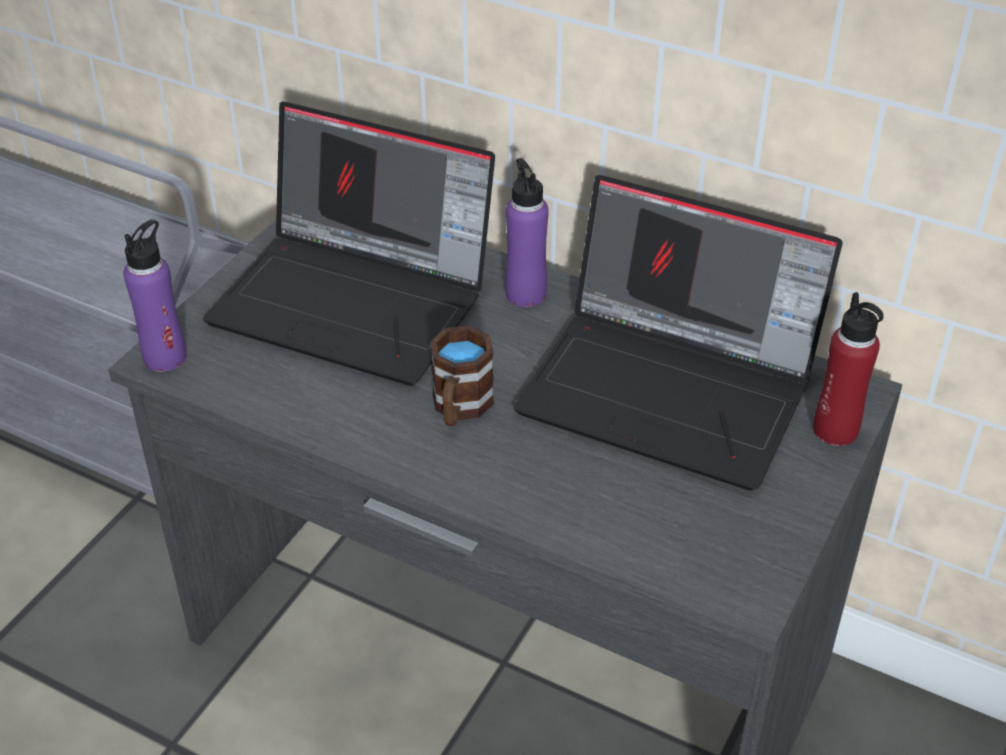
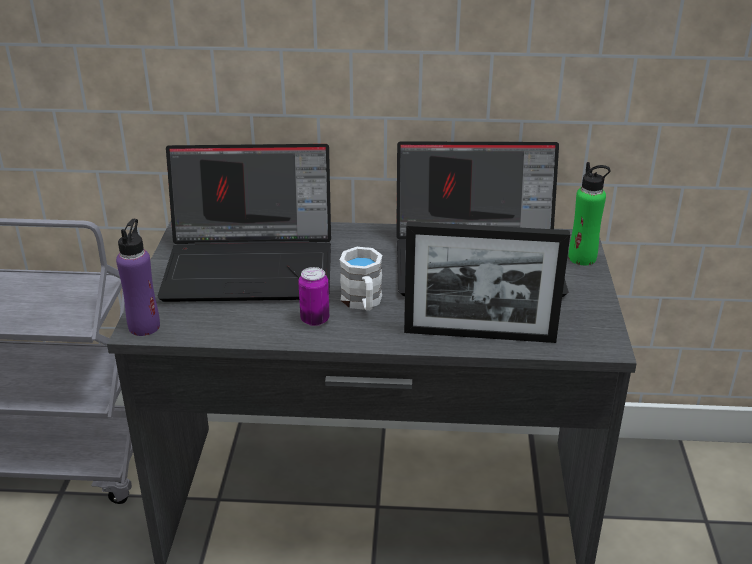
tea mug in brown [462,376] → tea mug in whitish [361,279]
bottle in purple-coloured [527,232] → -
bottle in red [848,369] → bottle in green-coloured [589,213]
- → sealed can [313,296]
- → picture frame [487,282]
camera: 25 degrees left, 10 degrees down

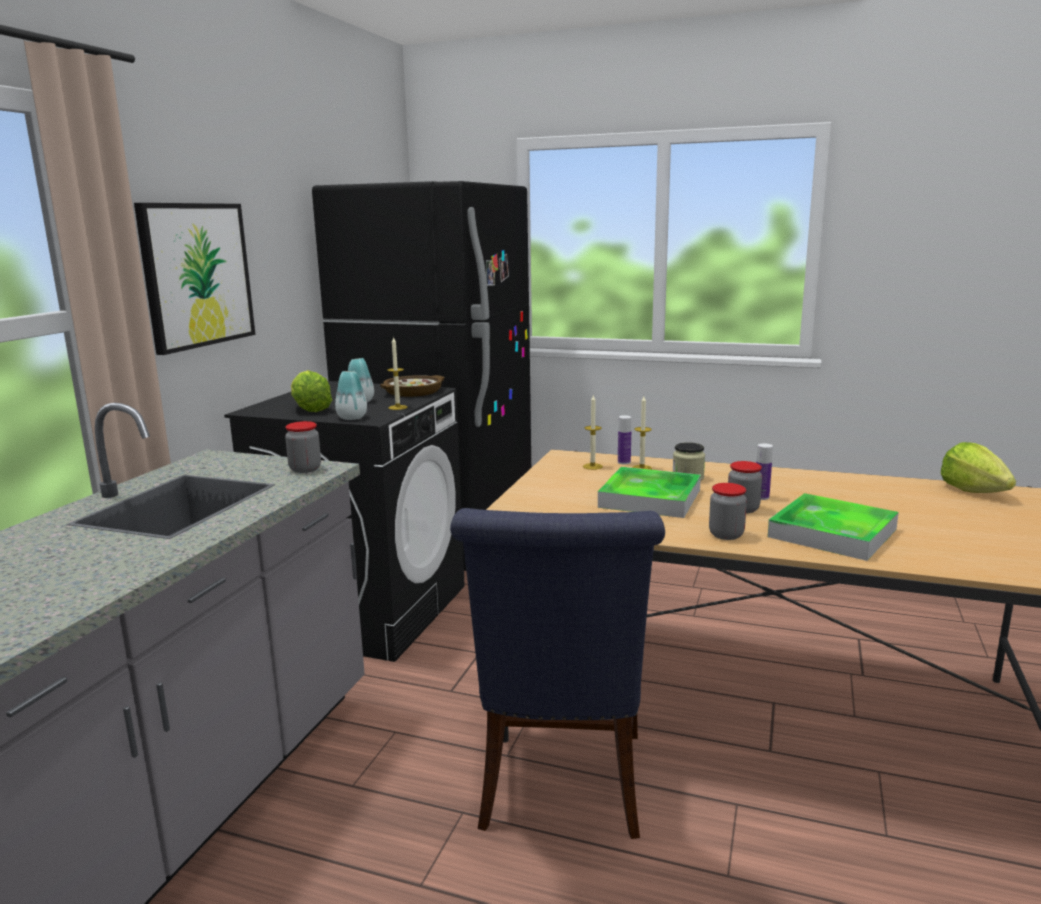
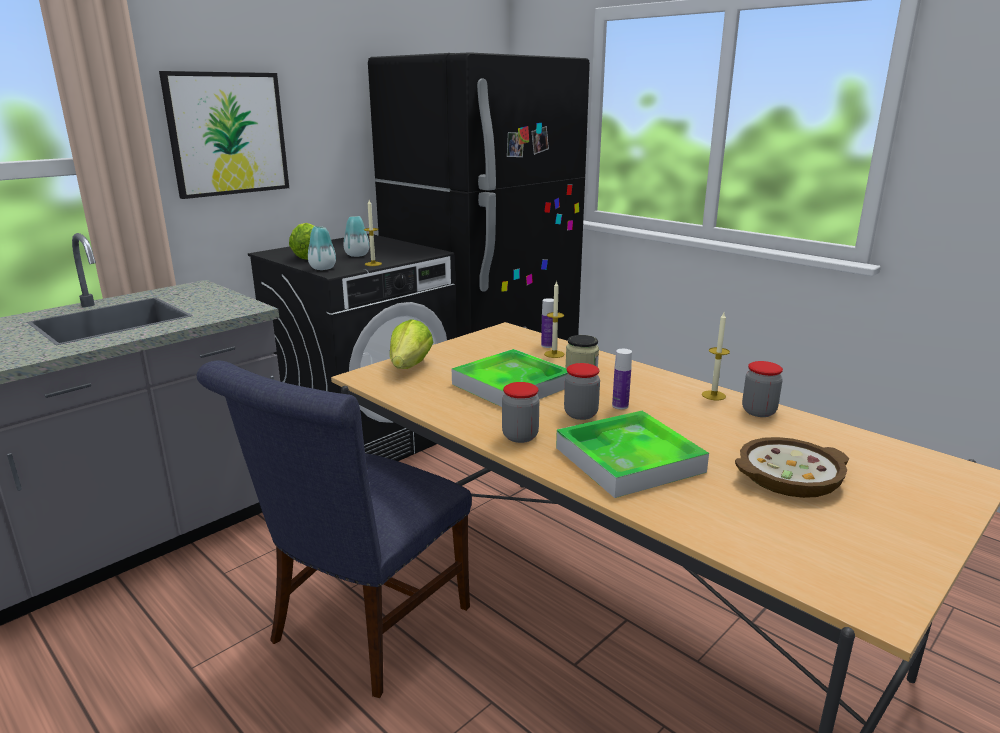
storage jar [303,447] → storage jar [762,389], shifted
deep dish [412,386] → deep dish [792,467], shifted
candle [593,432] → candle [716,356], shifted
lettuce [978,467] → lettuce [412,344], shifted
camera: 25 degrees right, 5 degrees up

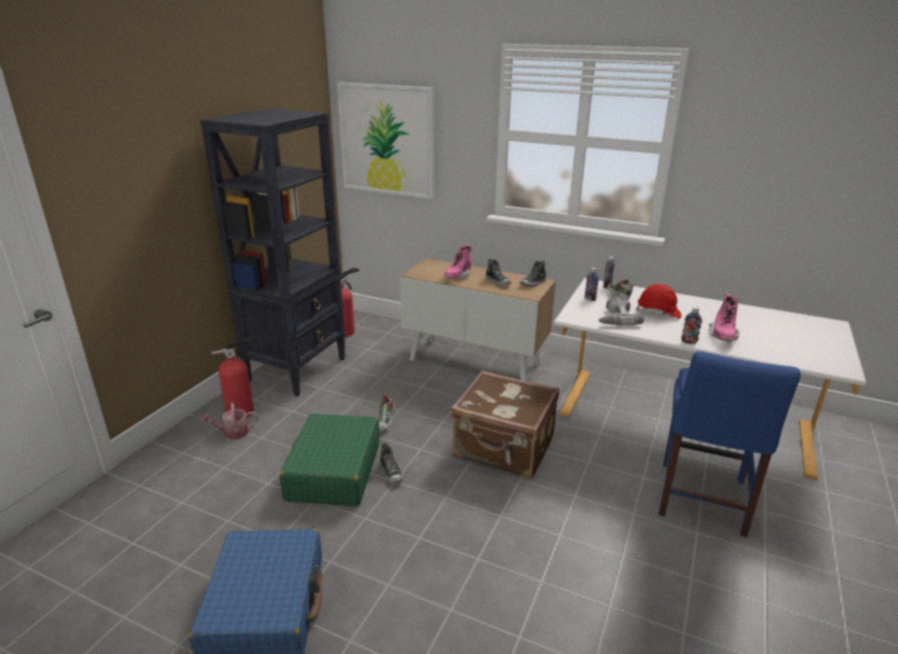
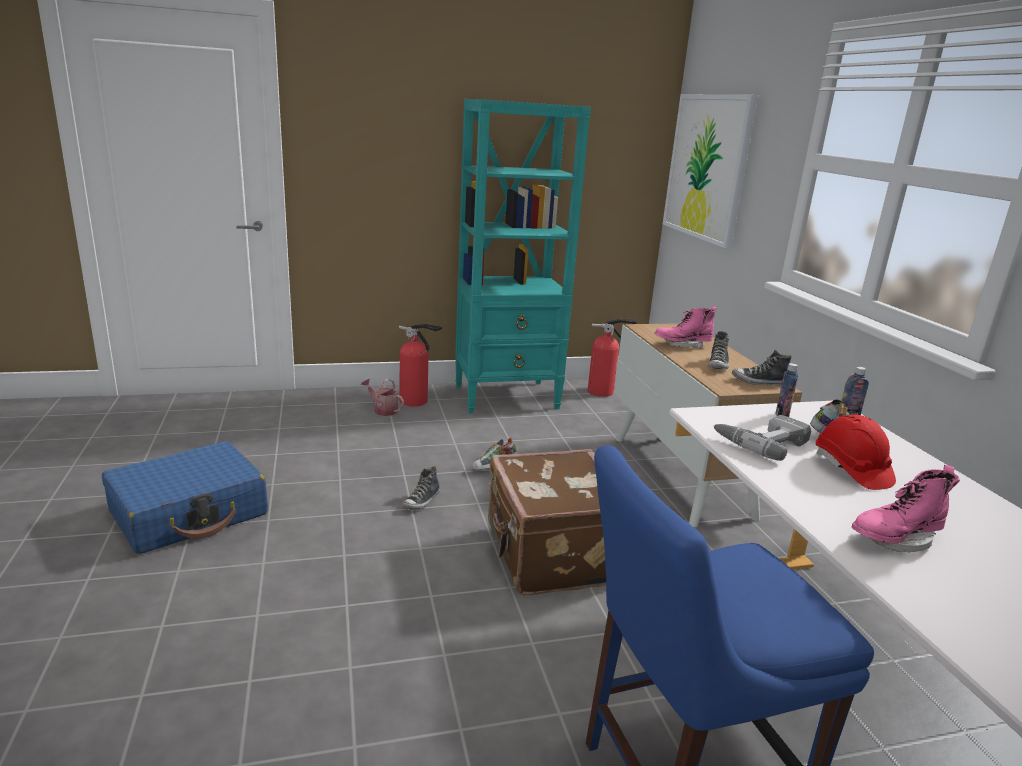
bookshelf in black [273,253] → bookshelf in turquoise-coloured [523,256]
travel case in green-coloured [330,460] → -
bottle [691,325] → -
camera: 50 degrees right, 5 degrees down

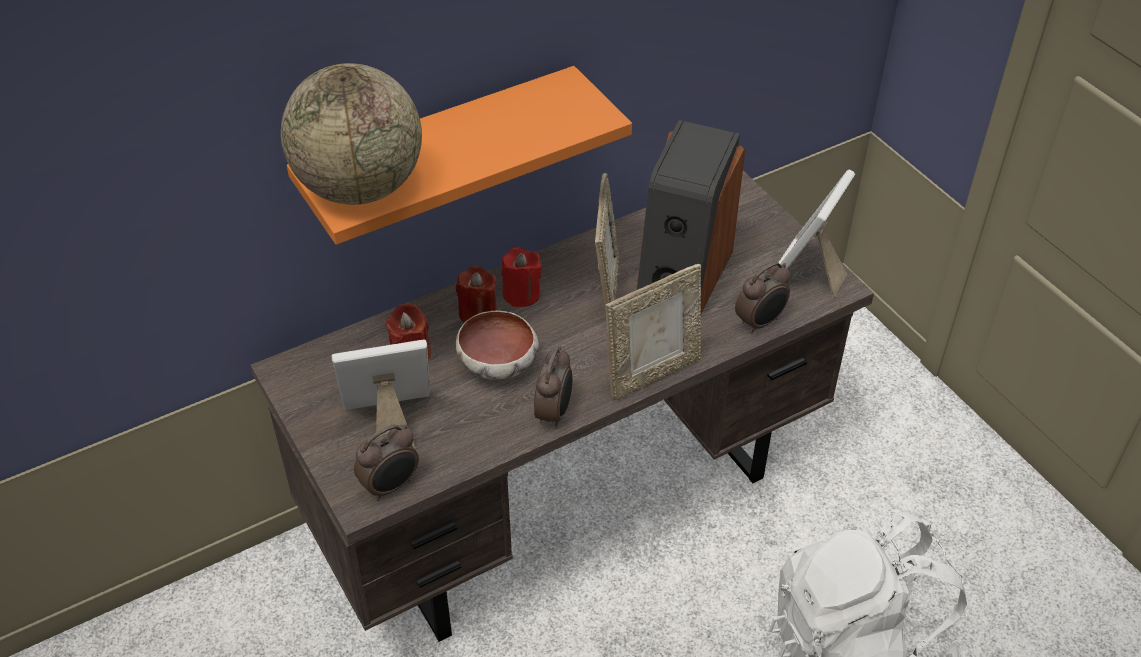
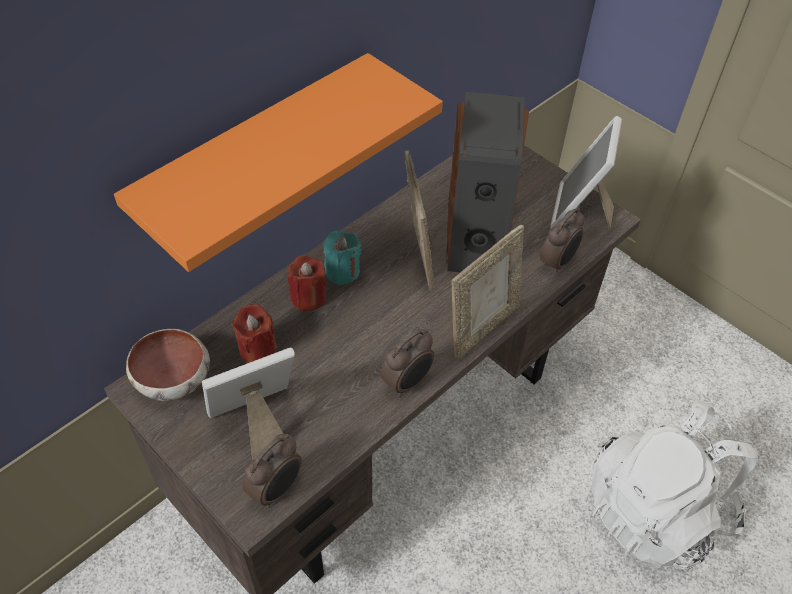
world globe [351,134] → -
deep dish [497,345] → deep dish [168,365], shifted
candle in red [521,277] → candle in turquoise-coloured [342,258]
alarm clock [553,387] → alarm clock [407,363], 45 degrees clockwise
camera: 15 degrees left, 5 degrees up

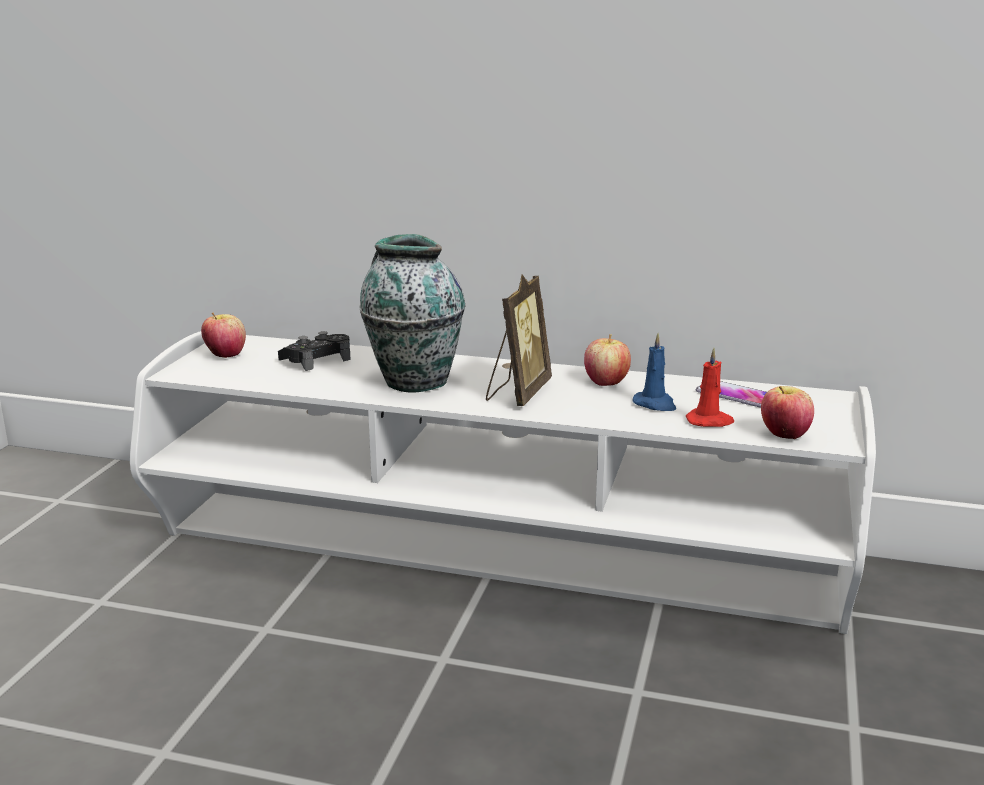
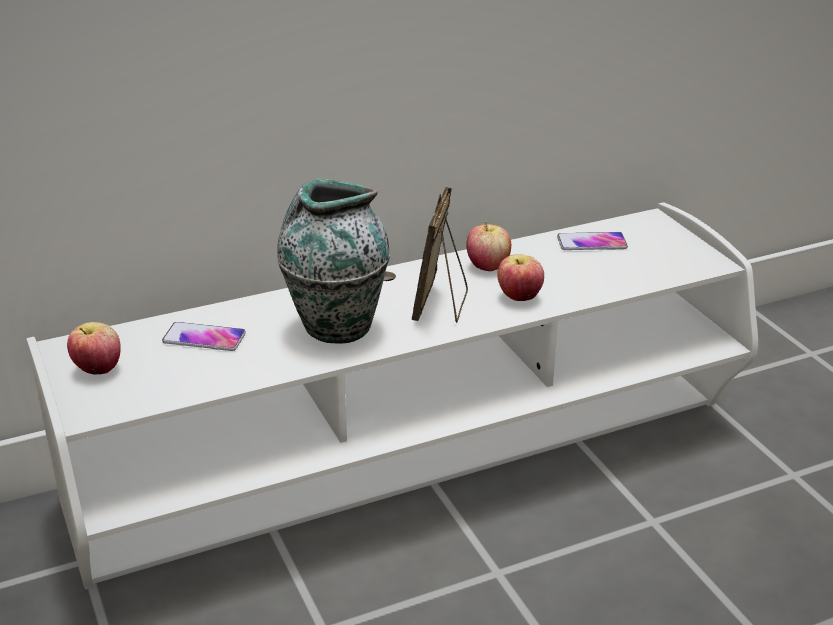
game controller in black [314,351] → handset [204,336]
picture frame [519,340] → picture frame [440,255], 150 degrees counterclockwise
candle in blue [654,372] → -
candle in red [710,387] → -
apple [787,412] → apple [520,277], shifted
camera: 40 degrees left, 10 degrees up

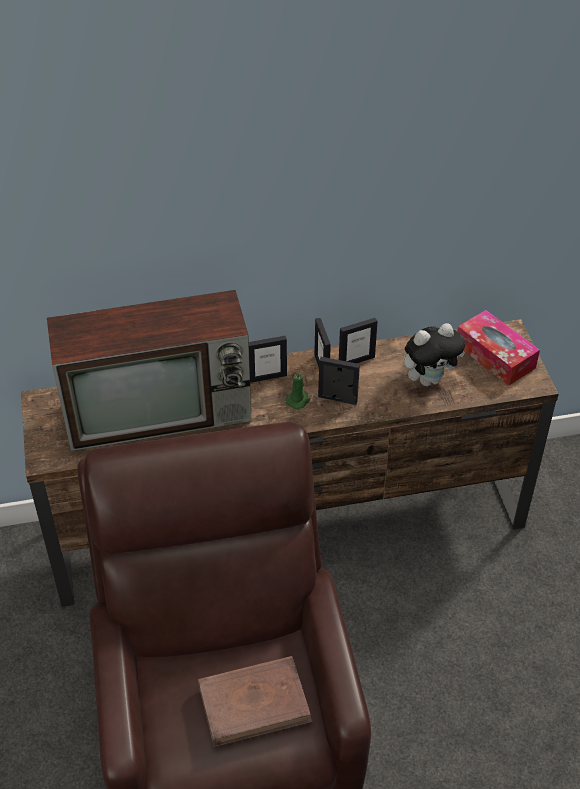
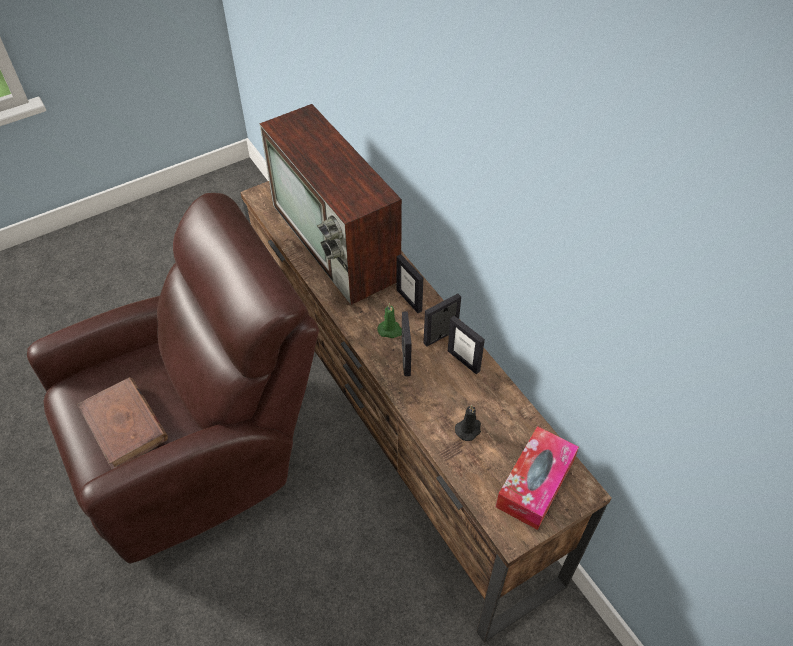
plush toy [435,354] → candle in black [468,423]
camera: 70 degrees right, 5 degrees up

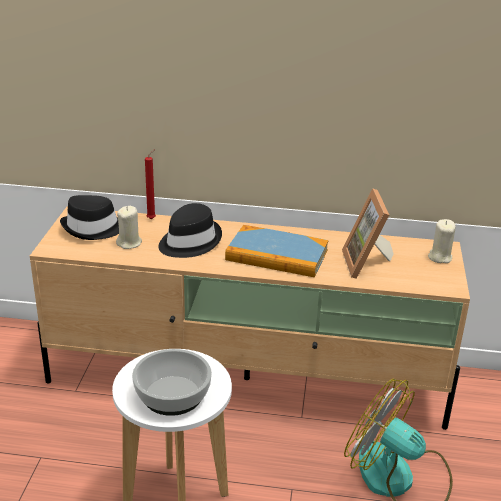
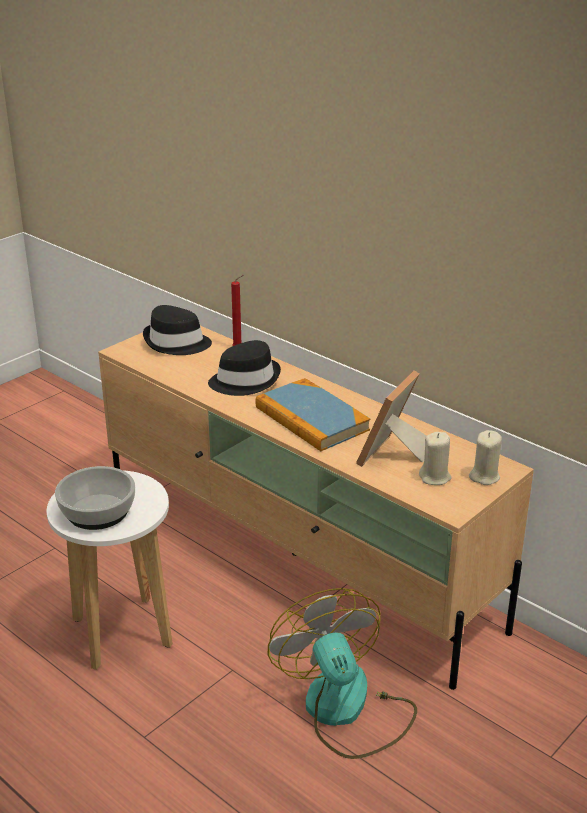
candle in beige-coloured [129,227] → candle in beige-coloured [435,458], shifted
camera: 35 degrees right, 0 degrees up

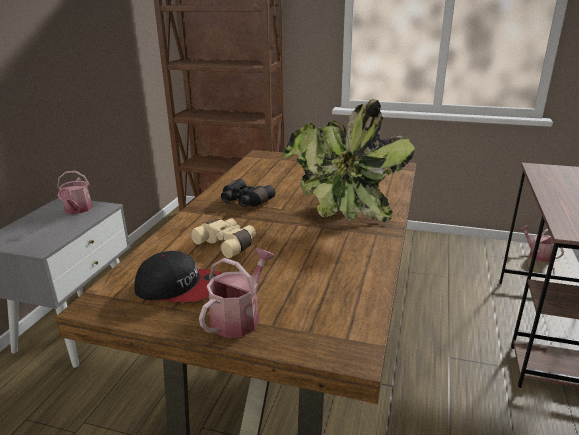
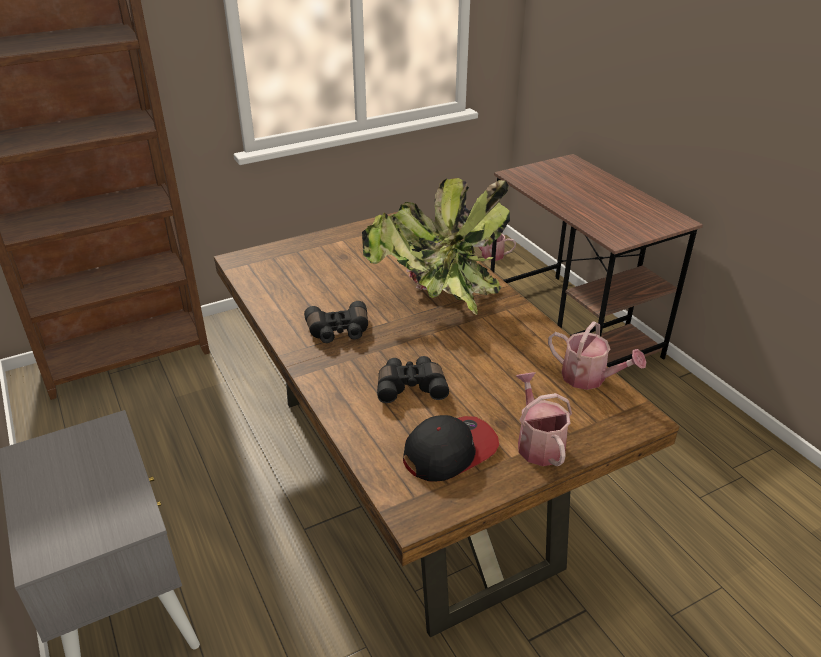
watering pot [75,192] → watering pot [597,355], shifted
pair of binoculars in beige-coloured [223,238] → pair of binoculars in black [413,379]
camera: 45 degrees left, 10 degrees up

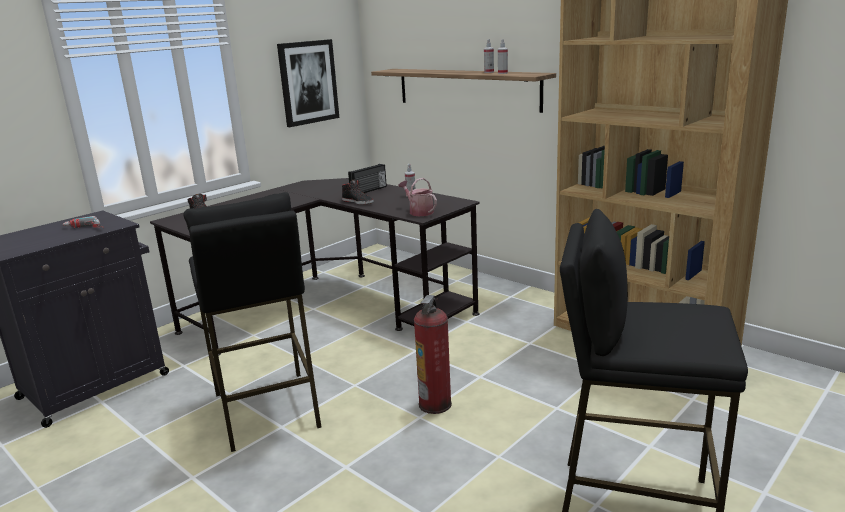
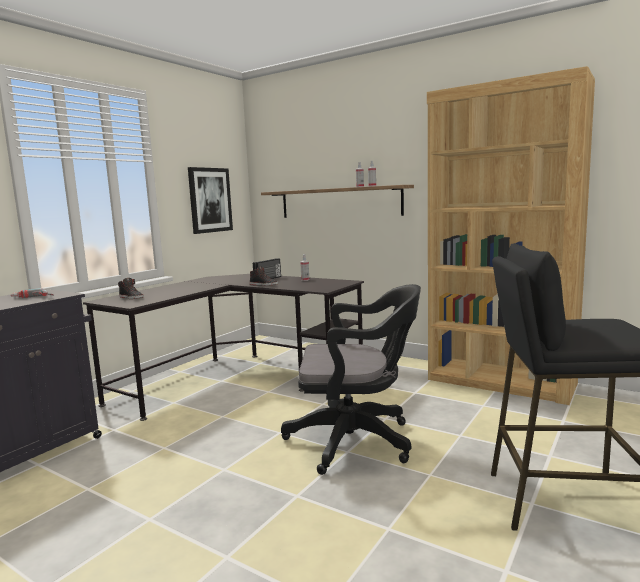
stool in black [252,322] → -
watering pot [417,197] → -
fire-fighting cylinder [433,354] → office chair in black [351,379]
camera: 10 degrees left, 10 degrees down

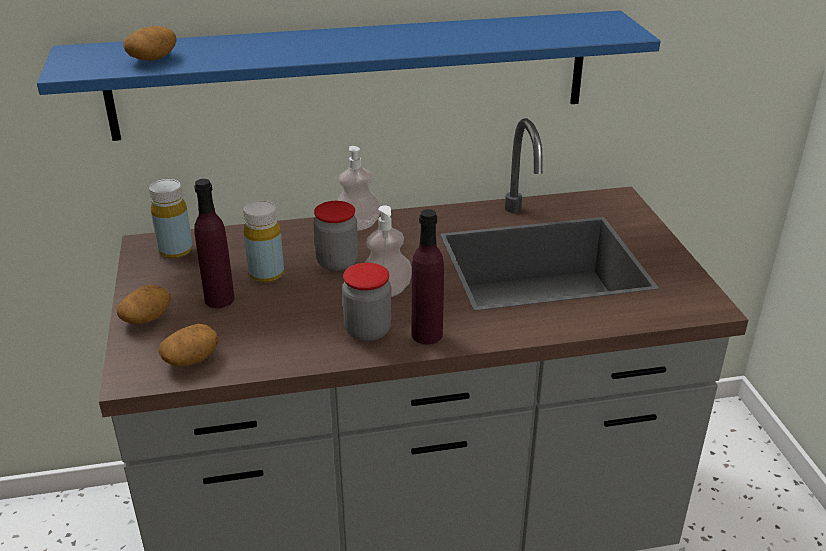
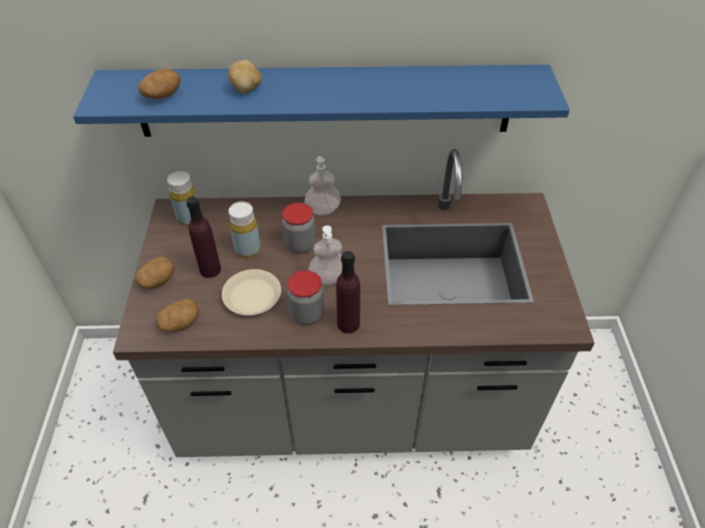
- → dinner plate in beige-coloured [251,292]
- → whole potato [245,76]
camera: 10 degrees right, 15 degrees up

